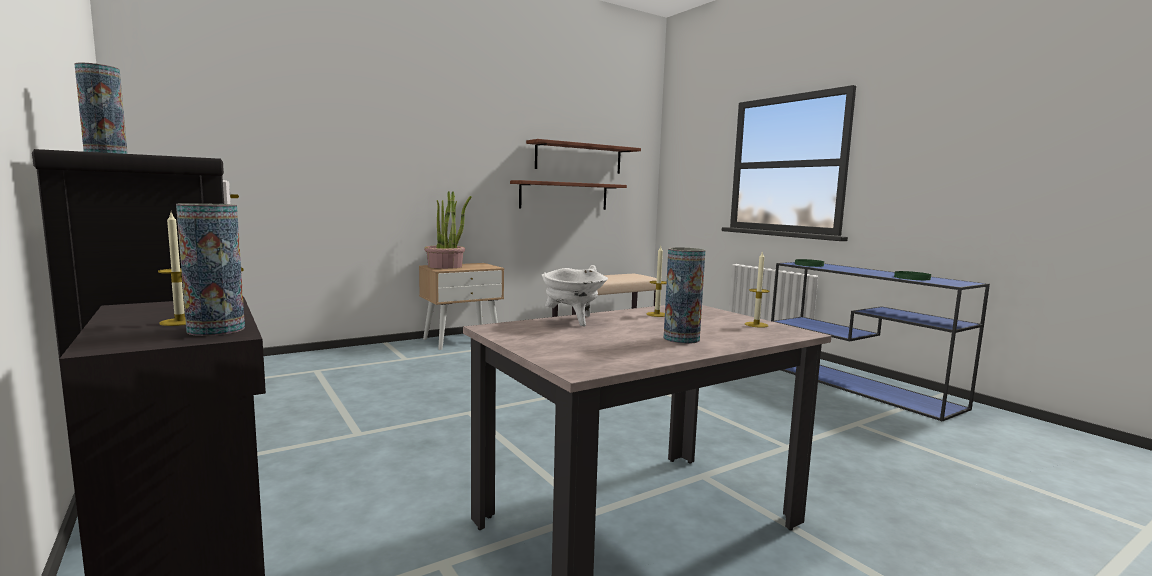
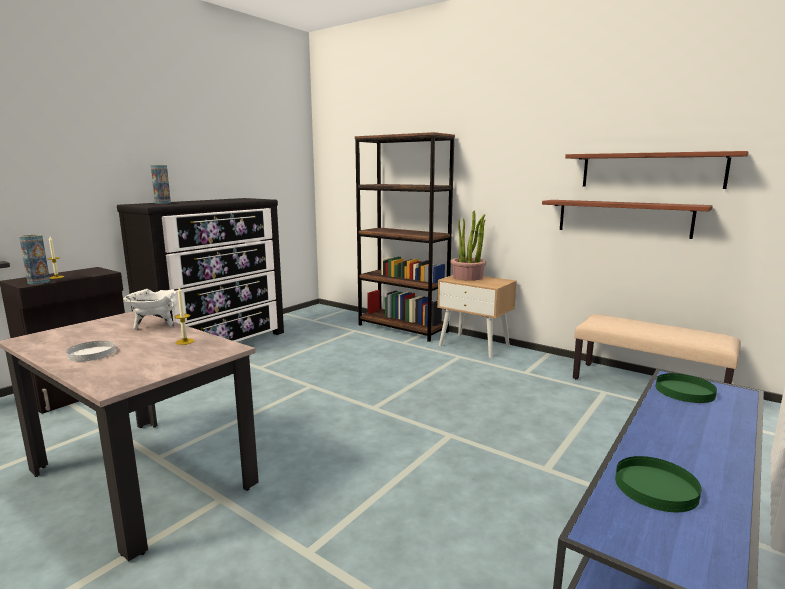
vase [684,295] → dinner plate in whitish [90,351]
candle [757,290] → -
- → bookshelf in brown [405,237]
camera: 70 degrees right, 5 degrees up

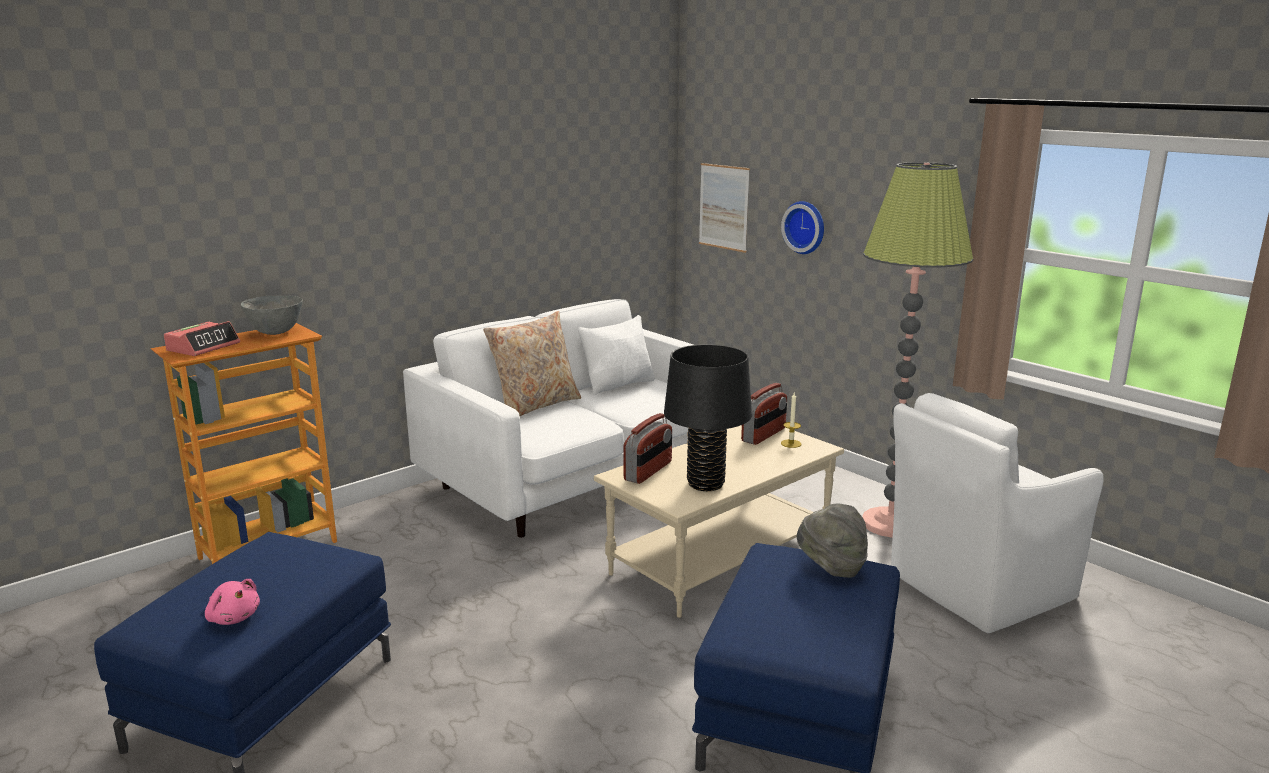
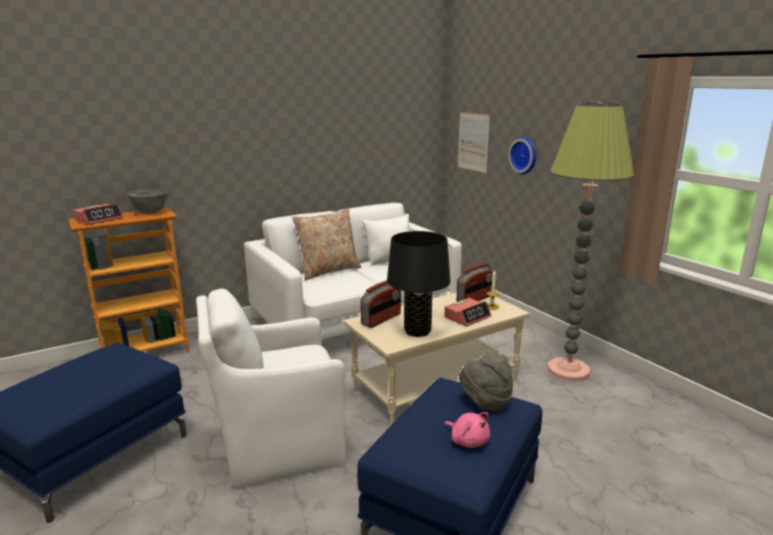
plush toy in pink-coloured [232,602] → plush toy in pink-coloured [467,430], shifted
easy chair in whitish [997,513] → easy chair in whitish [271,388], shifted
- → alarm clock [468,312]
camera: 10 degrees right, 0 degrees up

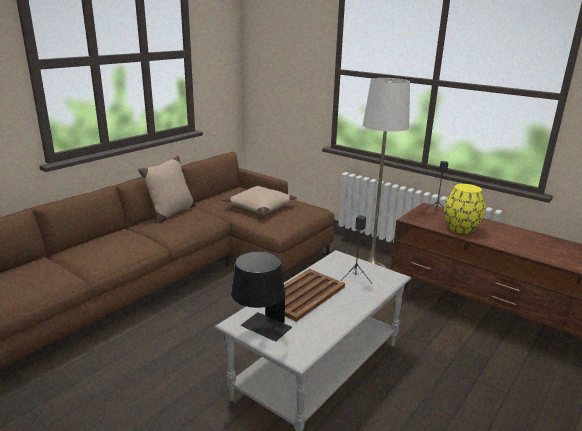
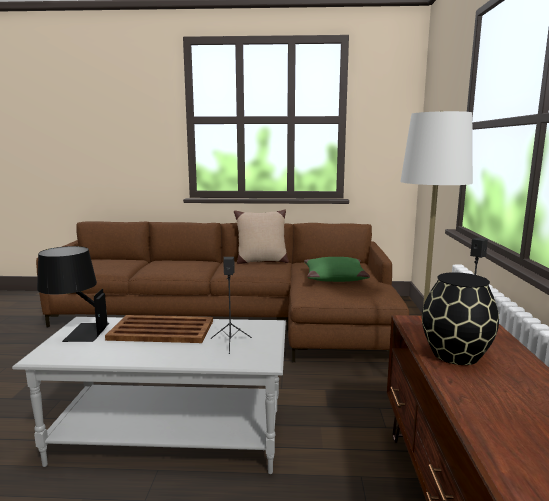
cushion in beige-coloured [259,200] → cushion in green-coloured [337,269]
vase in yellow [464,209] → vase in black [460,318]
camera: 55 degrees right, 10 degrees down

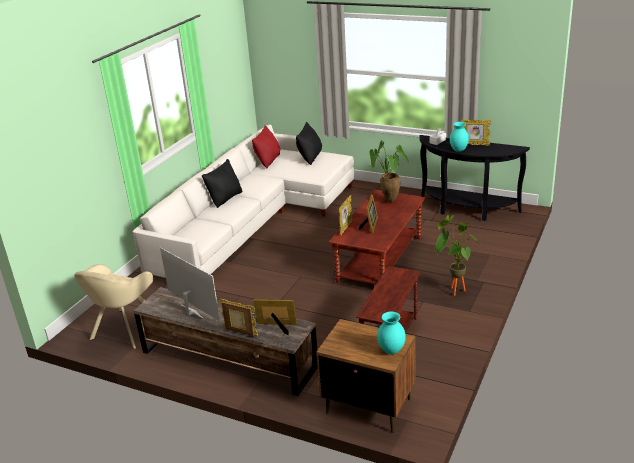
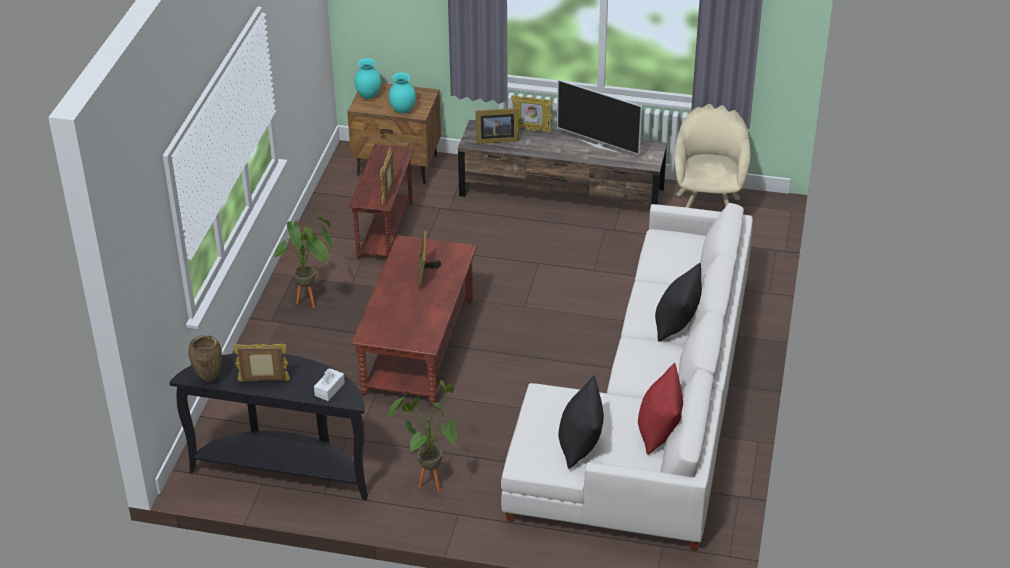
picture frame [345,215] → picture frame [387,176], shifted
vase in brown [390,188] → vase in brown [205,359], shifted
vase in turquoise-coloured [459,137] → vase in turquoise-coloured [402,93], shifted
camera: 165 degrees right, 10 degrees up

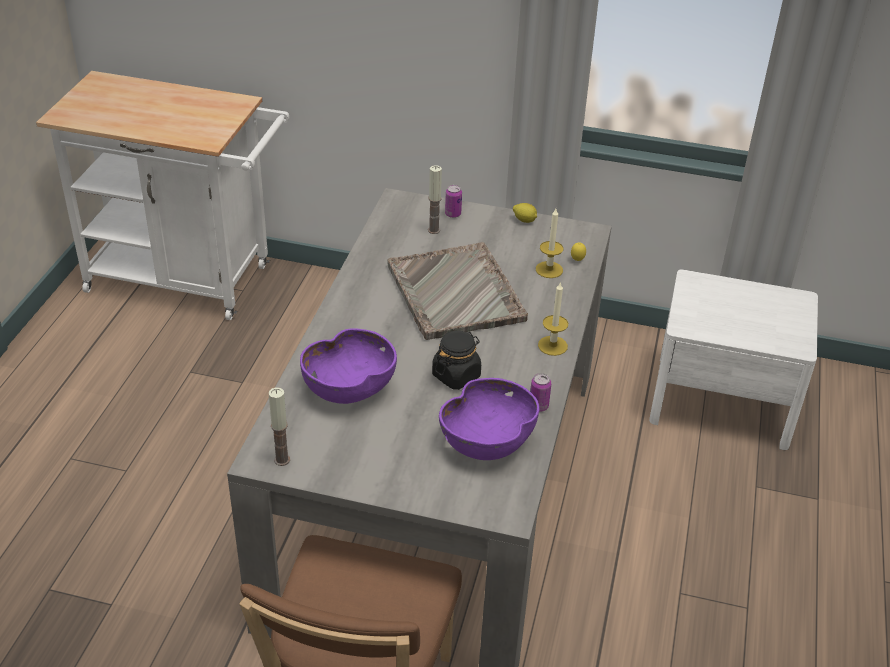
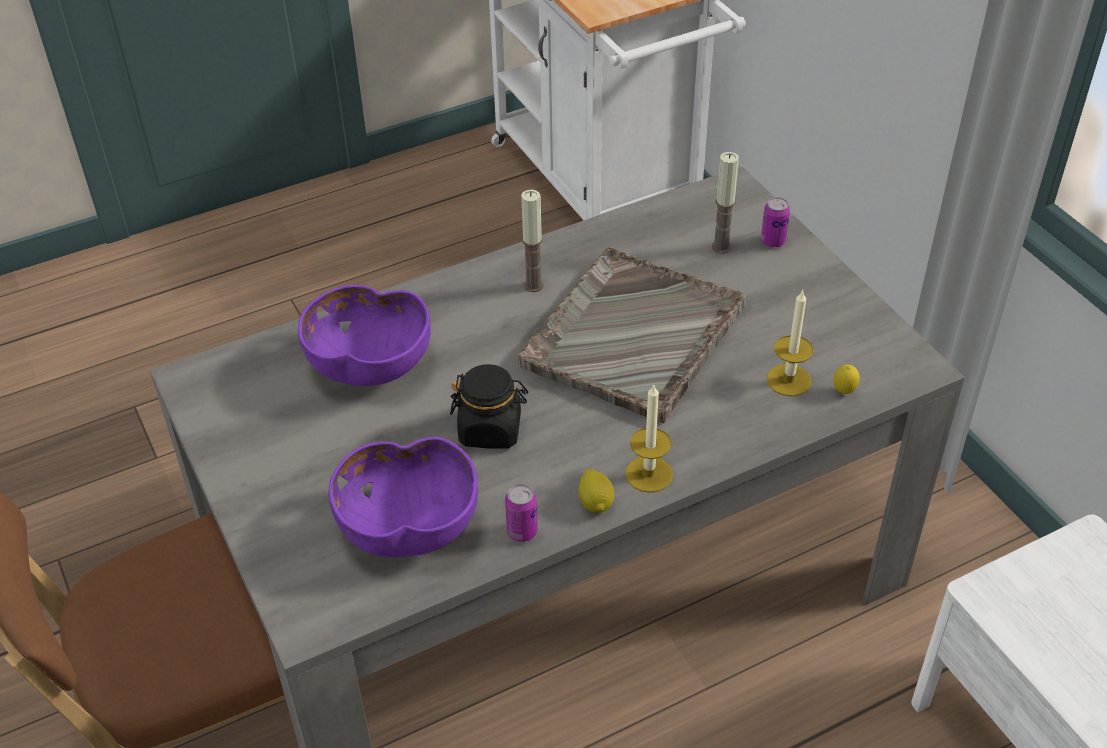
candle [279,427] → candle [532,240], shifted
lemon [525,213] → lemon [596,491], shifted
camera: 50 degrees right, 5 degrees up

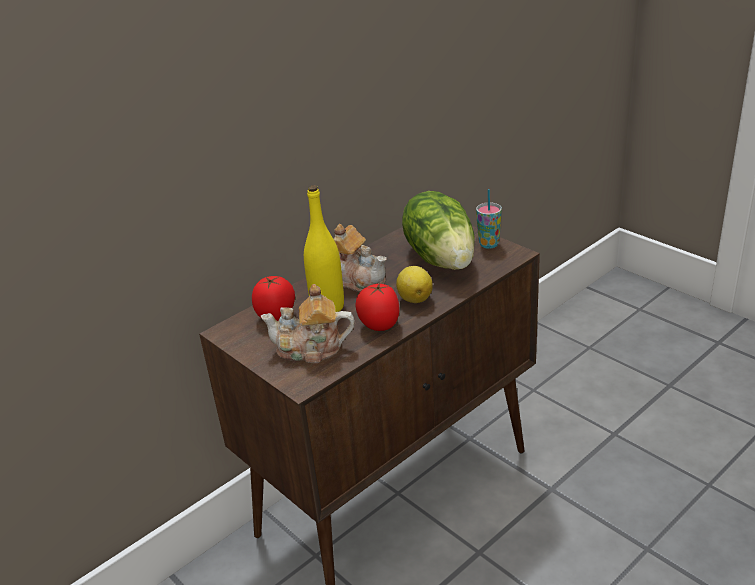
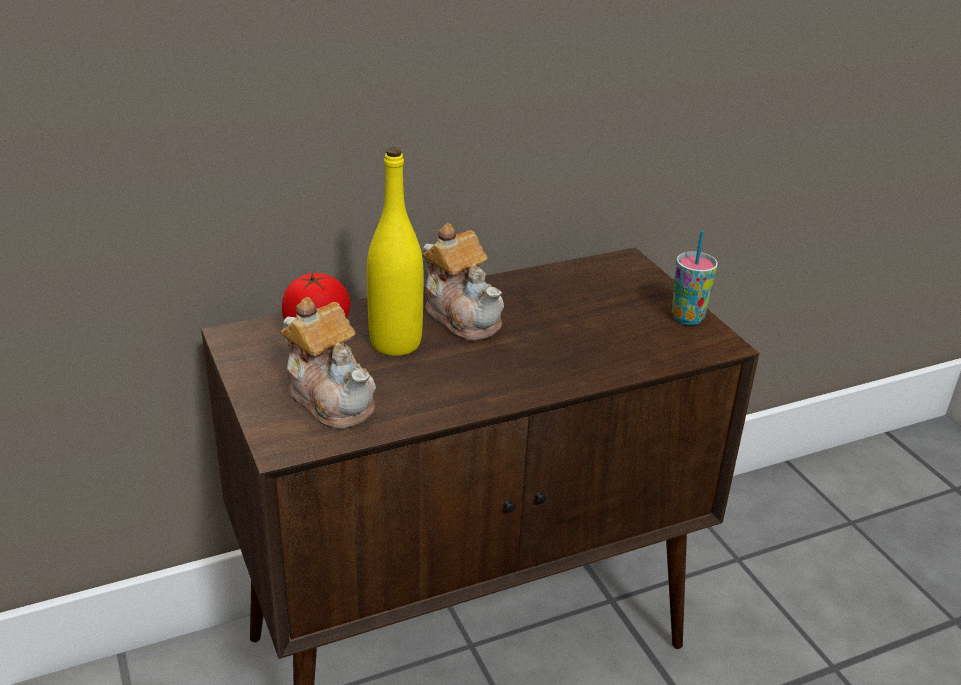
tea pot [308,323] → tea pot [328,363], 150 degrees counterclockwise
whole tomato [377,307] → -
lemon [414,284] → -
lettuce [438,230] → -
camera: 15 degrees right, 0 degrees up

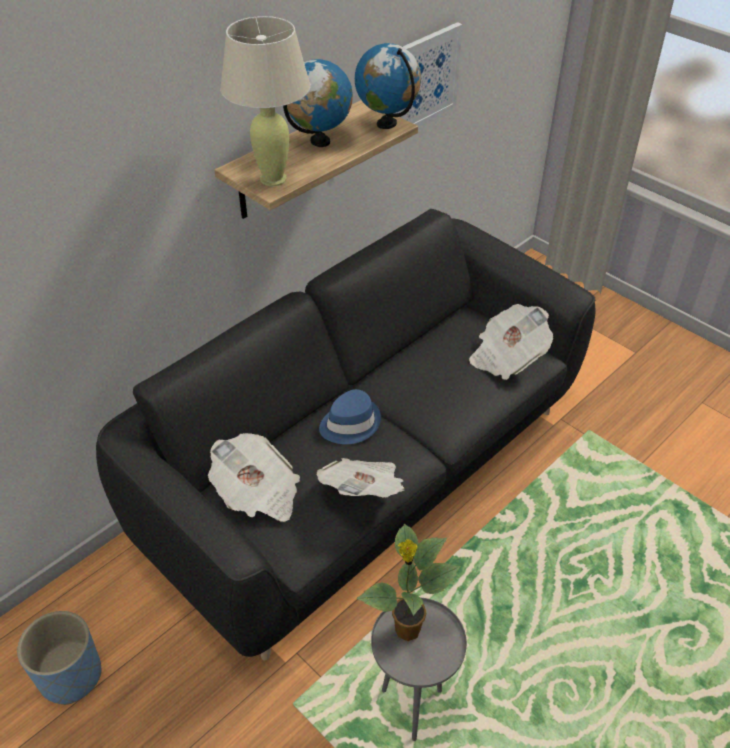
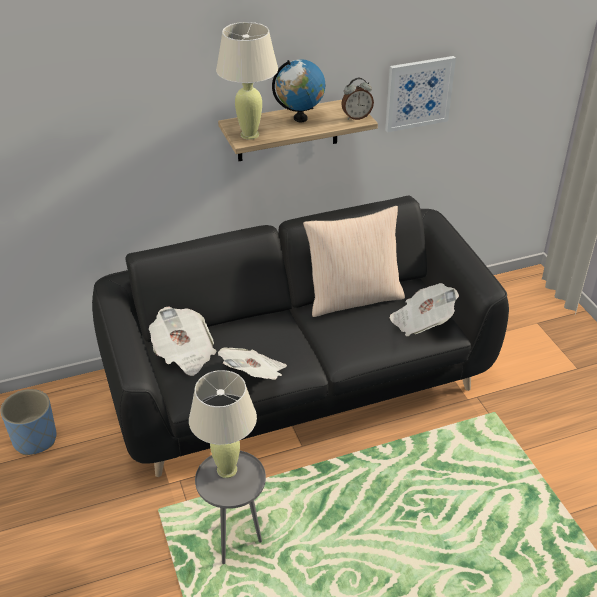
wearable hat in blue [350,416] → -
world globe [388,86] → alarm clock [357,99]
potted plant [408,582] → lamp for a table in beige-coloured [223,424]
- → cushion in beige-coloured [354,261]
camera: 25 degrees right, 5 degrees down

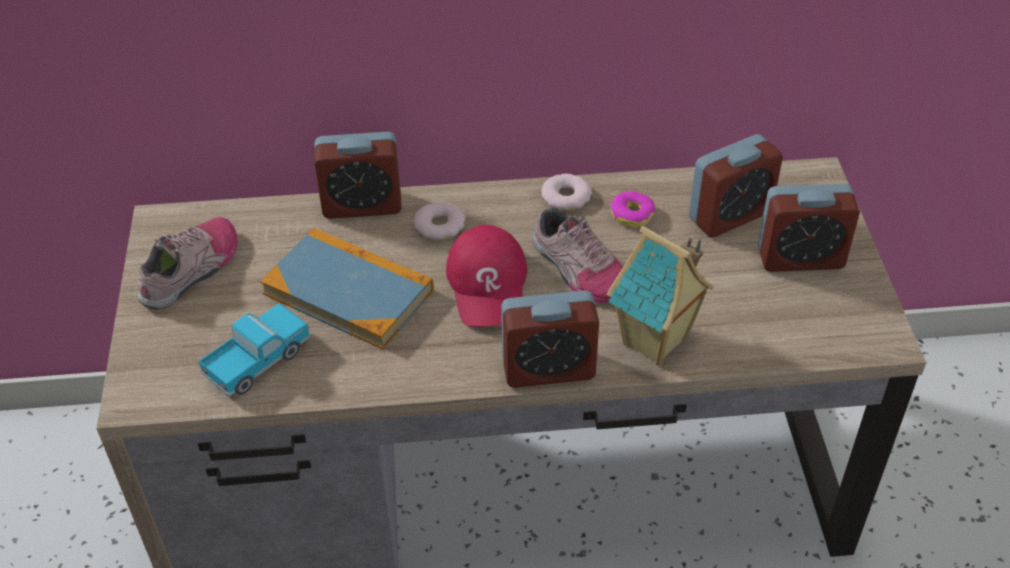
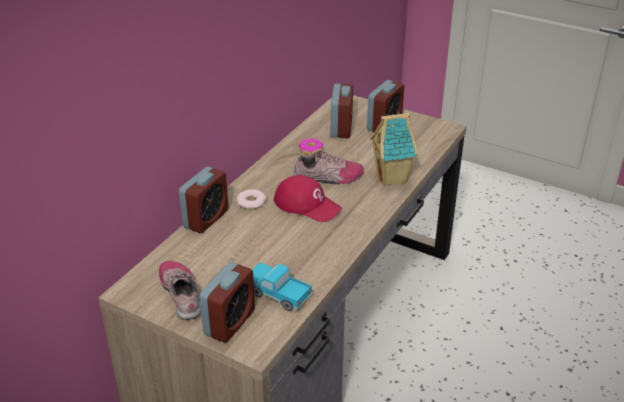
toy truck [255,350] → toy truck [282,286], 45 degrees counterclockwise
volume [347,289] → -
alarm clock [550,339] → alarm clock [227,302], shifted
donut [566,192] → -
camera: 55 degrees left, 10 degrees down

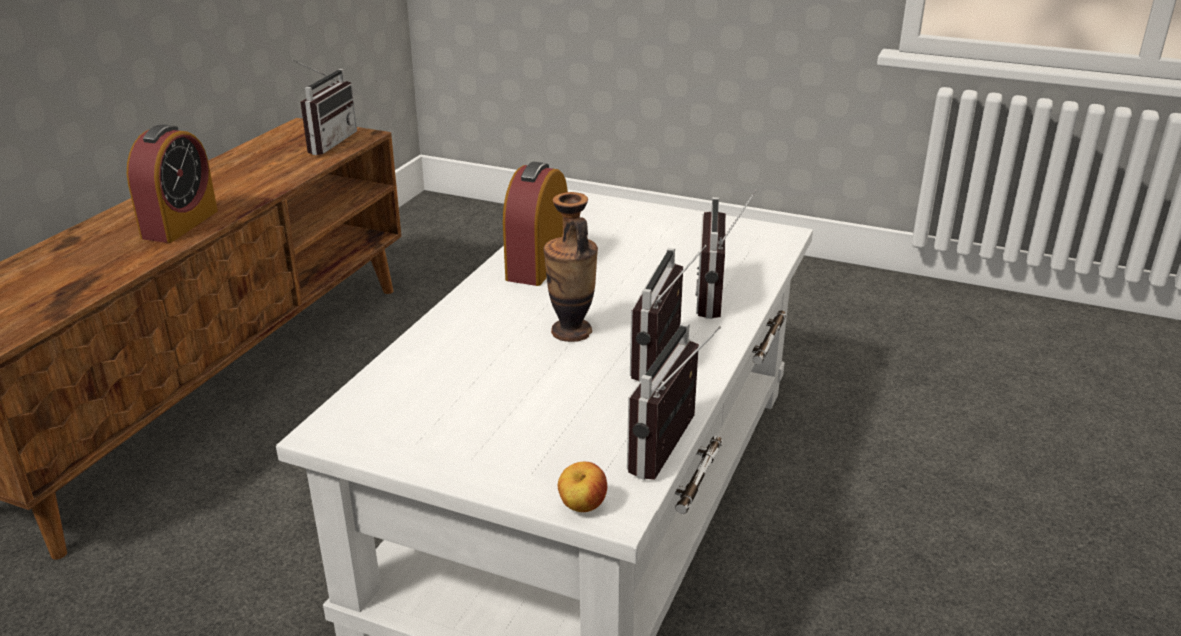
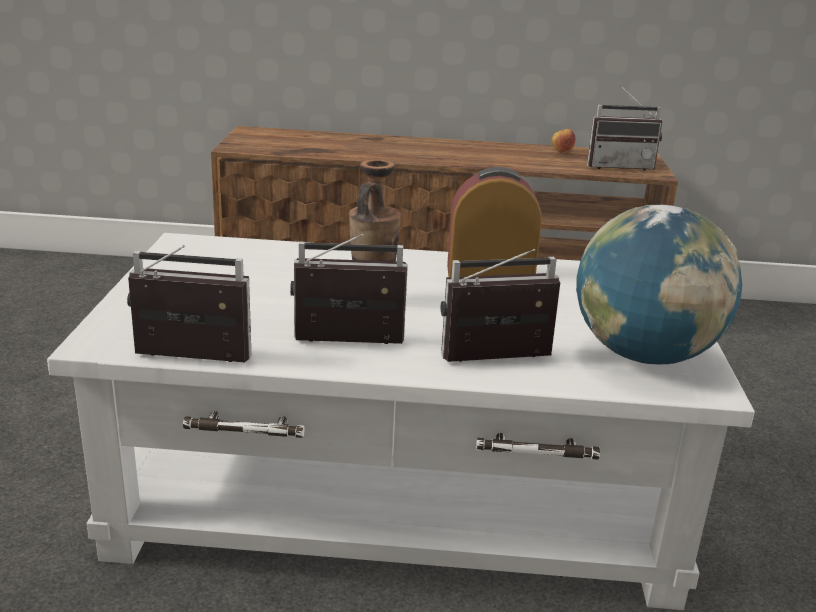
alarm clock [172,183] → -
apple [582,487] → apple [564,141], shifted
- → world globe [659,284]
camera: 70 degrees right, 5 degrees down

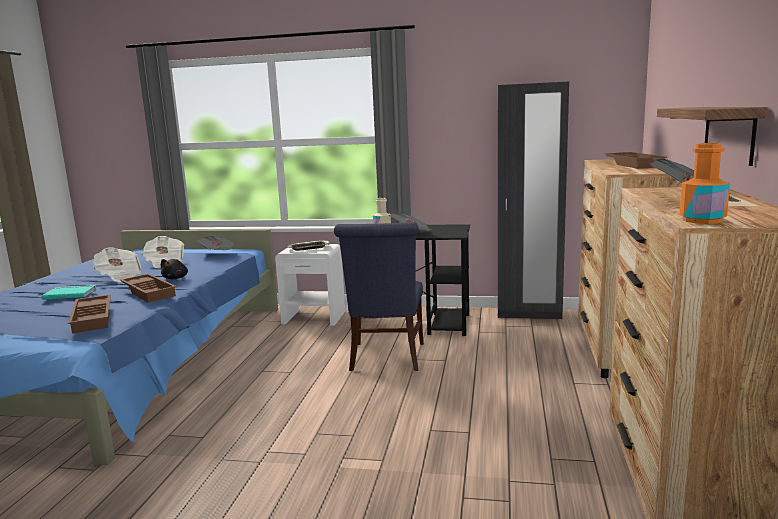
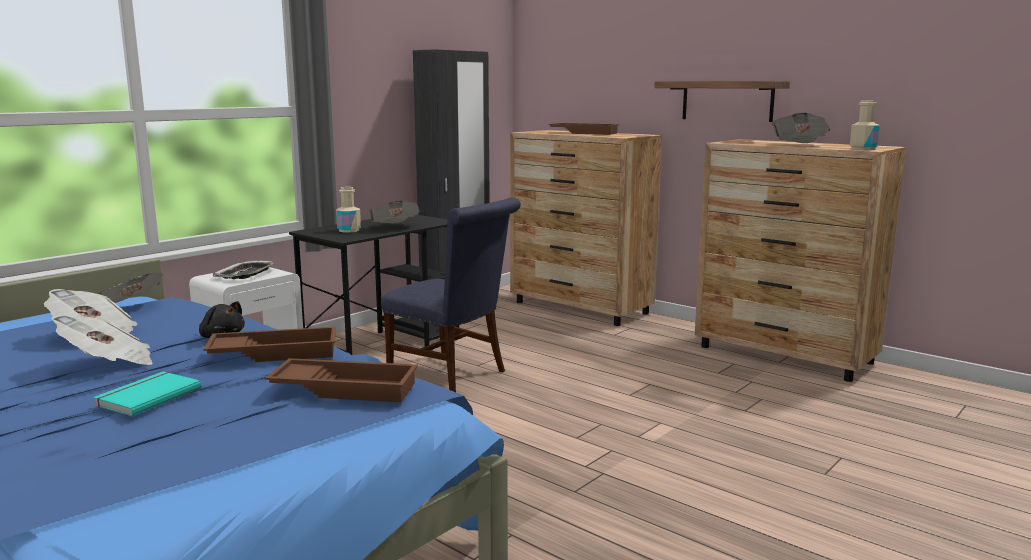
bottle in orange [705,183] → bottle in beige-coloured [865,125]
camera: 60 degrees left, 0 degrees up

